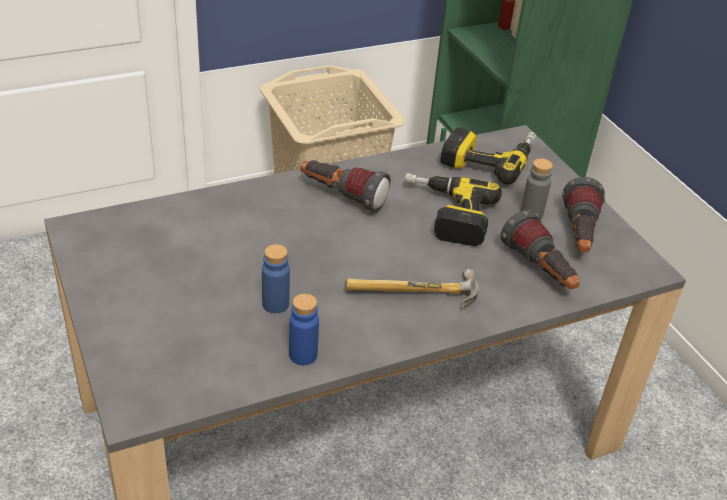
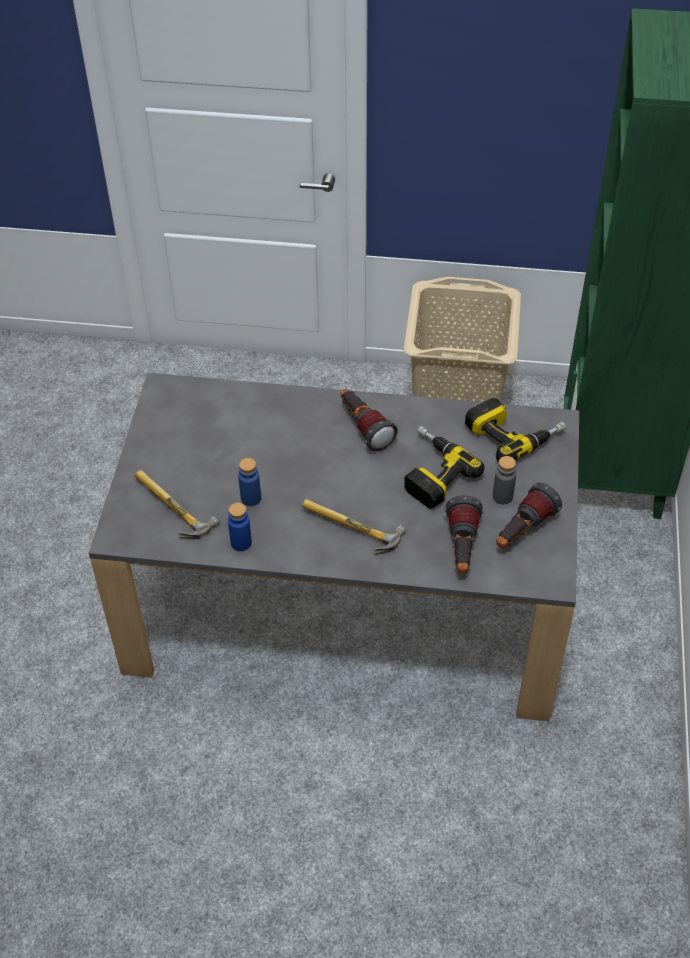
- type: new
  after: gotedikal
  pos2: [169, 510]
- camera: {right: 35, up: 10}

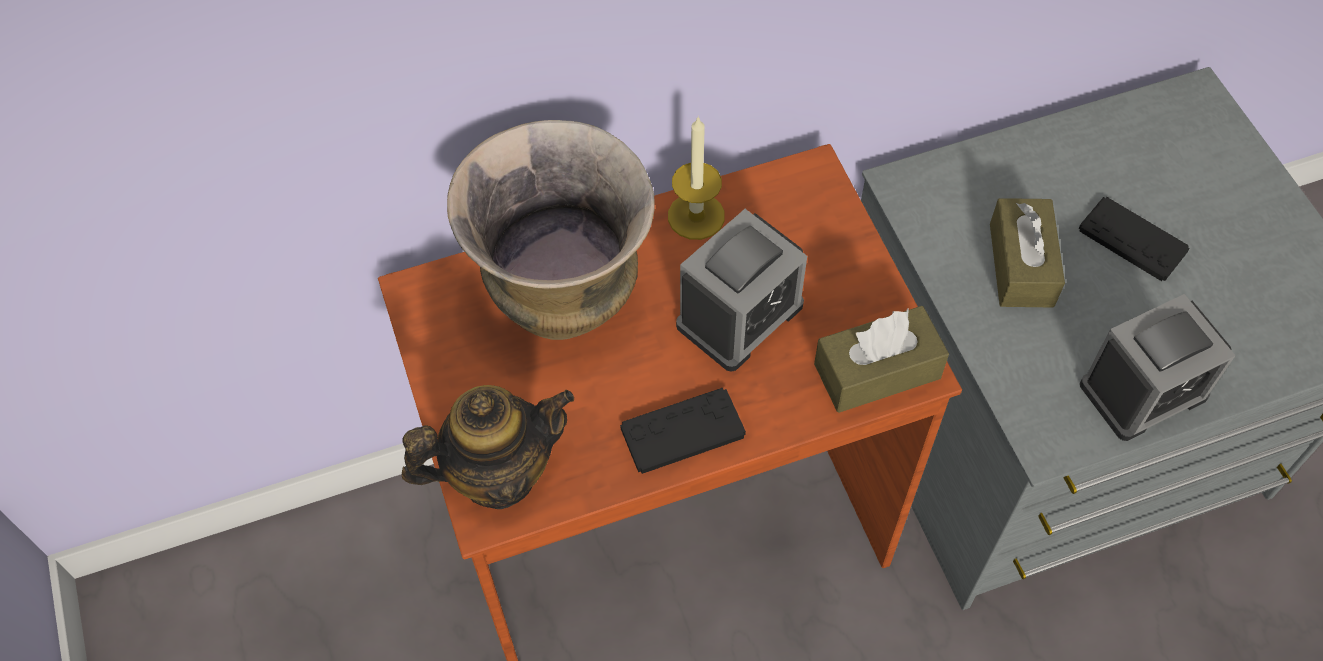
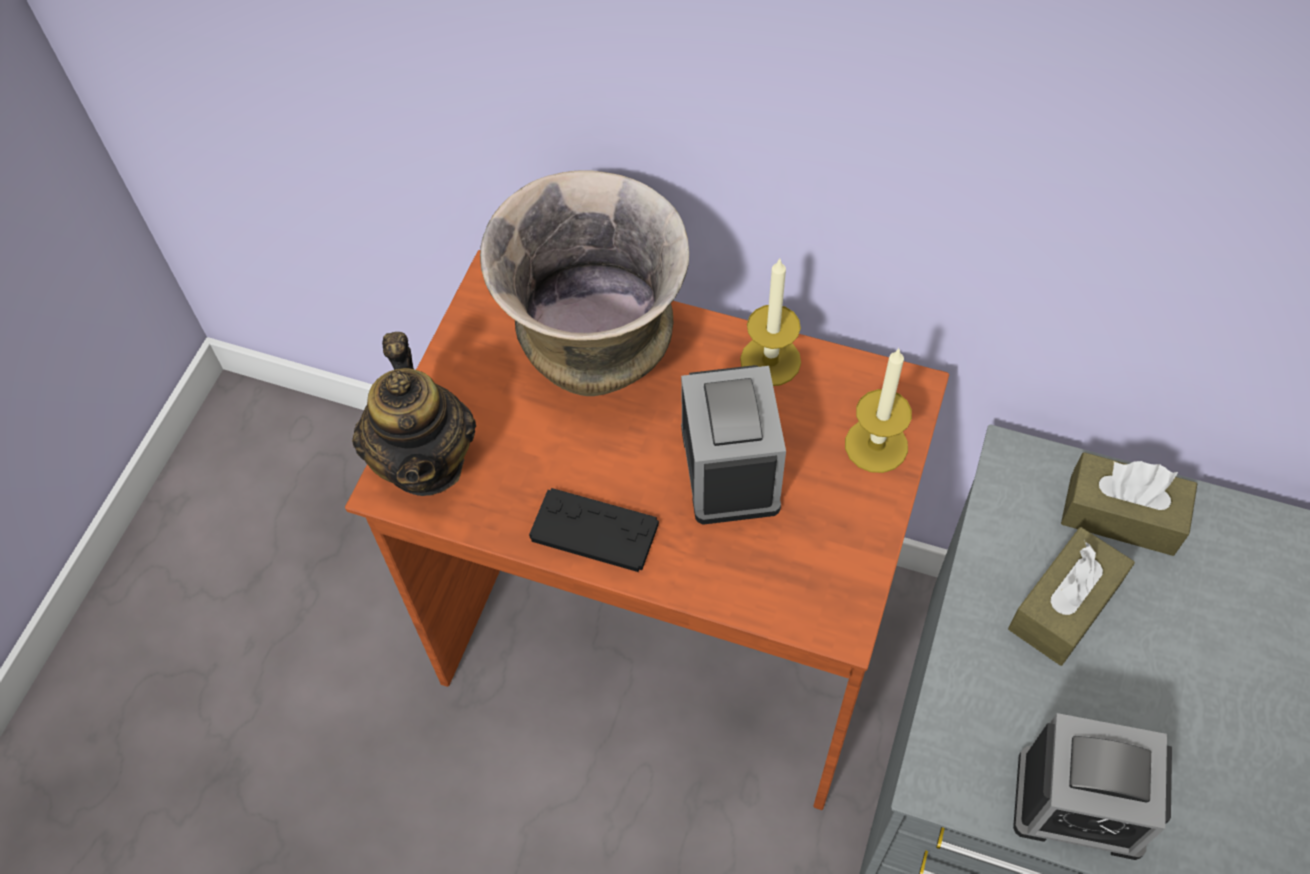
- type: gone
  before: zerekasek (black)
  pos1: [1132, 240]
- type: rotated
  before: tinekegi
  pos1: [739, 315]
  pos2: [730, 468]
  turn: -90
- type: shifted
  before: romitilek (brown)
  pos1: [877, 371]
  pos2: [1121, 515]
- type: rotated
  before: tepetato
  pos1: [497, 473]
  pos2: [426, 461]
  turn: 60
- type: new
  after: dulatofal
  pos2: [876, 445]
- camera: {right: 40, up: 0}

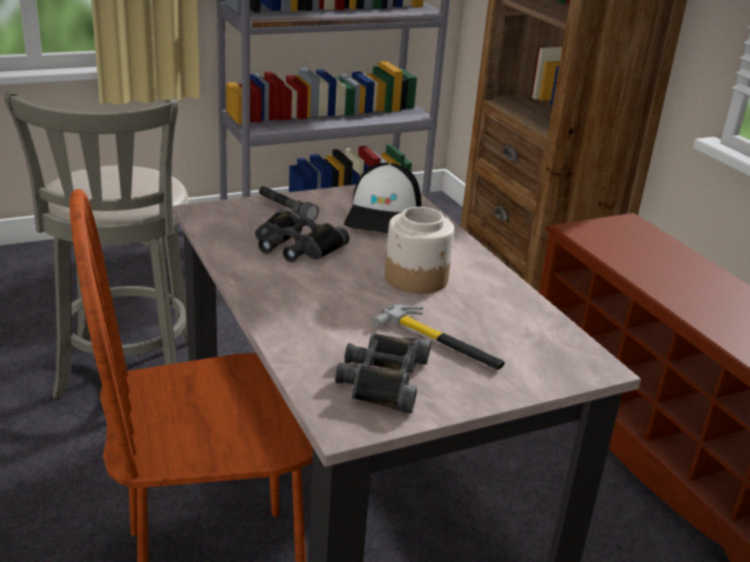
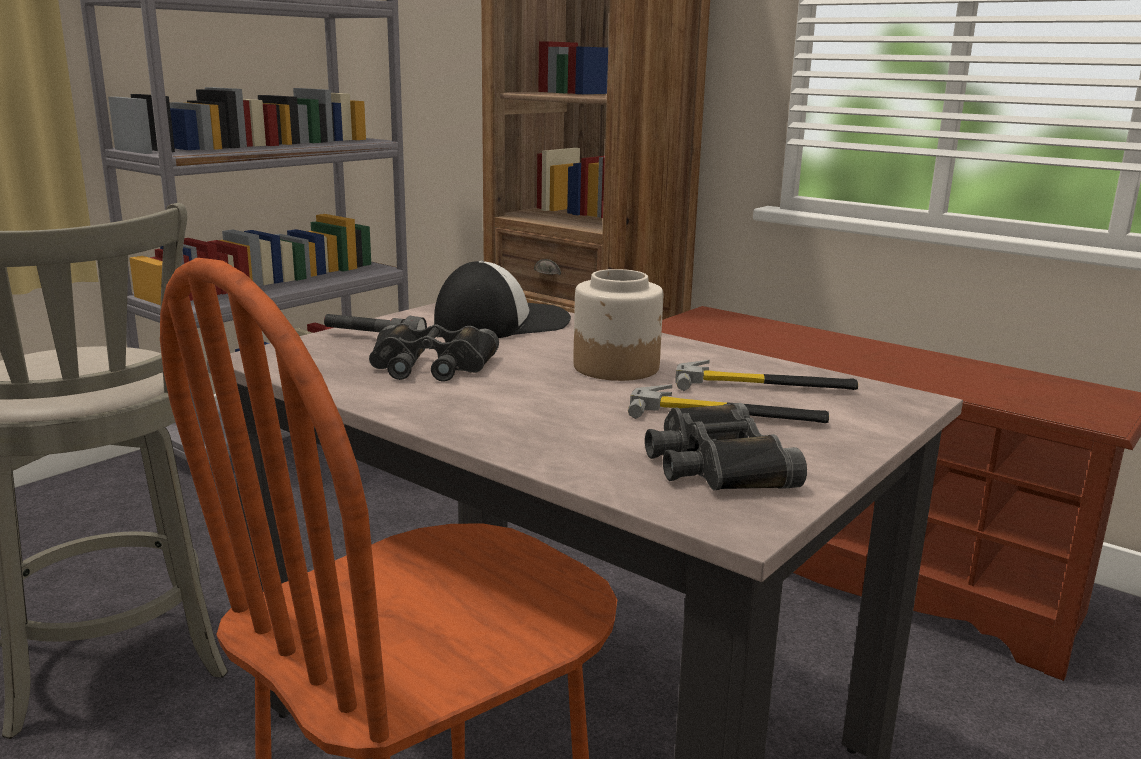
- type: rotated
  before: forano
  pos1: [384, 216]
  pos2: [501, 323]
  turn: -105
- type: new
  after: gotedikal
  pos2: [764, 385]
- camera: {right: -25, up: -10}

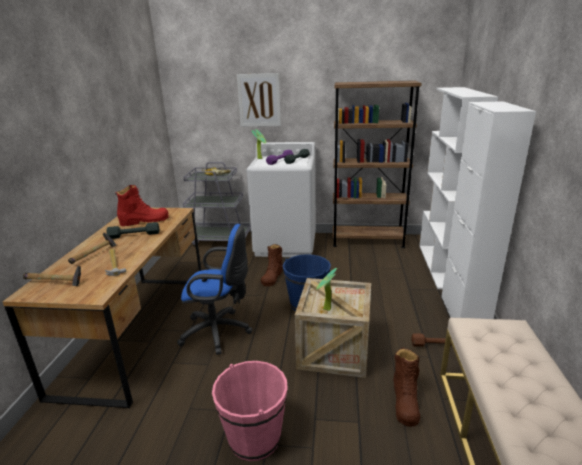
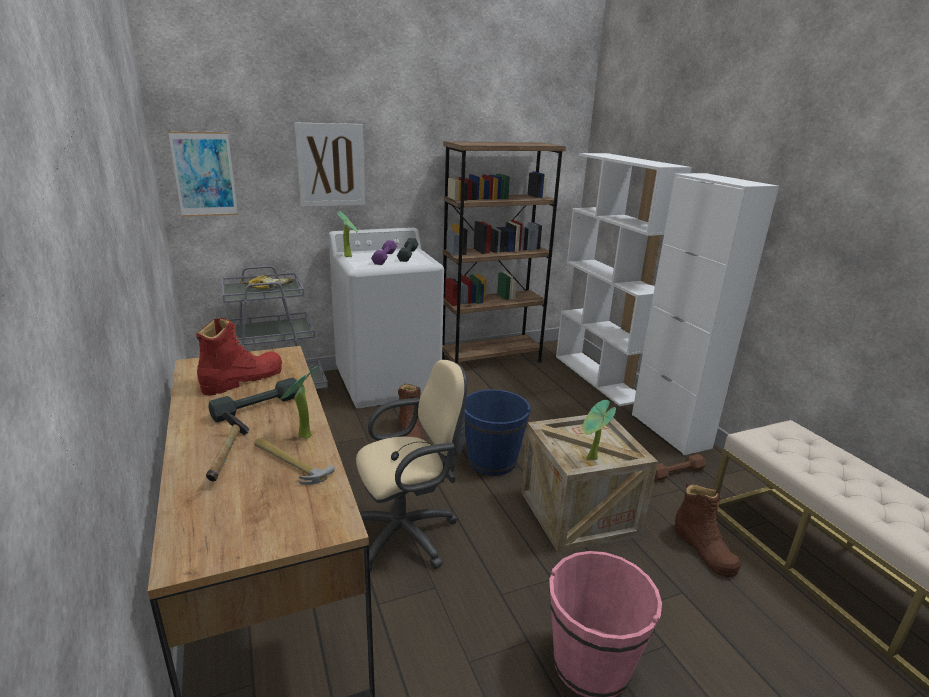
- type: repainted
  before: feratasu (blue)
  after: feratasu (beige)
  pos1: [219, 332]
  pos2: [408, 534]
- type: gone
  before: gotedikal
  pos1: [55, 283]
- type: new
  after: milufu
  pos2: [204, 174]
- type: new
  after: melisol
  pos2: [302, 437]
- camera: {right: -30, up: 0}

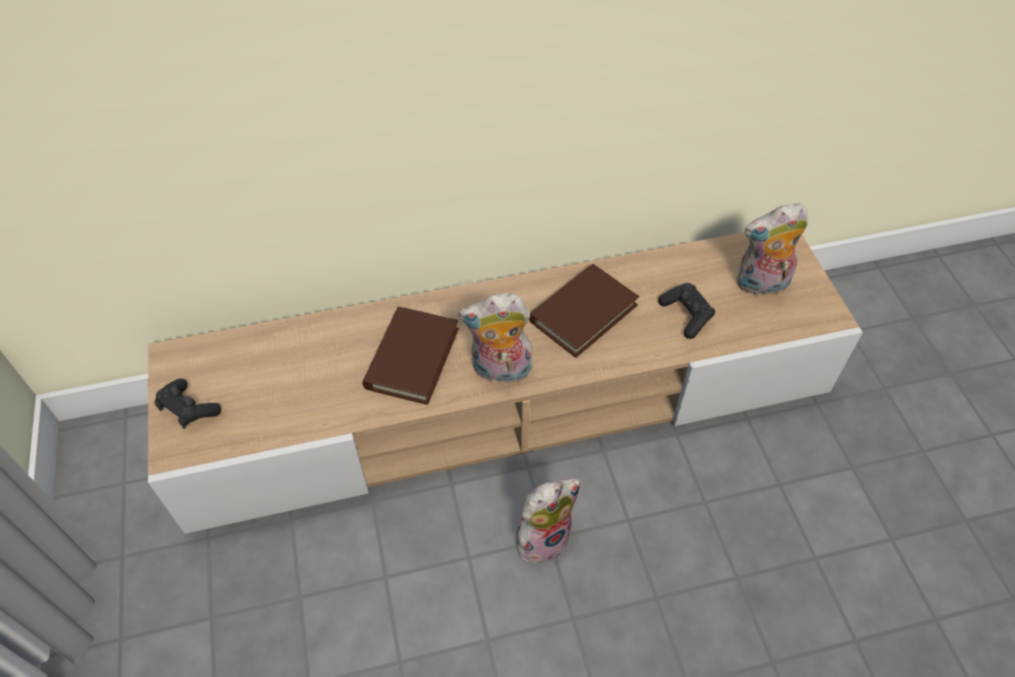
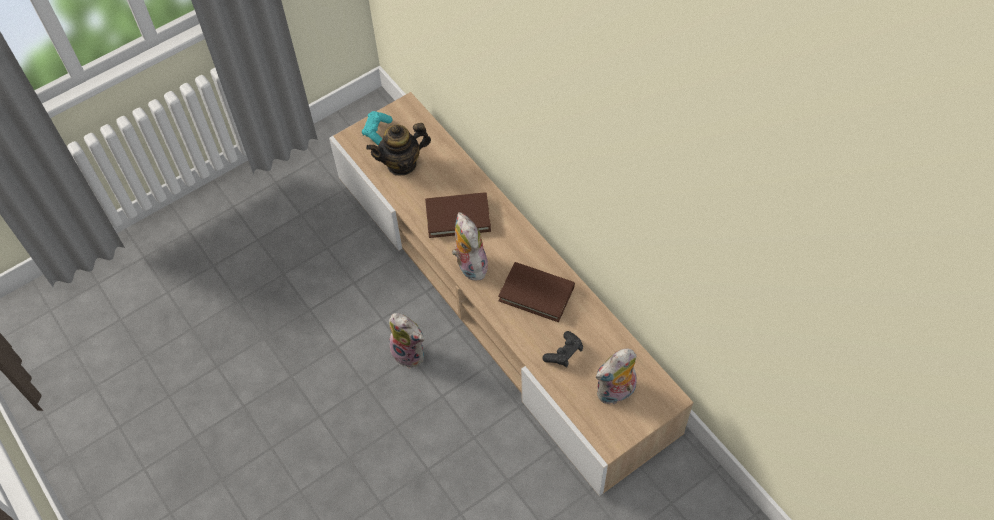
- type: rotated
  before: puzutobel
  pos1: [761, 285]
  pos2: [616, 393]
  turn: -90
- type: repainted
  before: zerekasek (black)
  after: zerekasek (turquoise)
  pos1: [188, 410]
  pos2: [377, 131]
- type: new
  after: tepetato
  pos2: [402, 163]
- camera: {right: 70, up: 5}

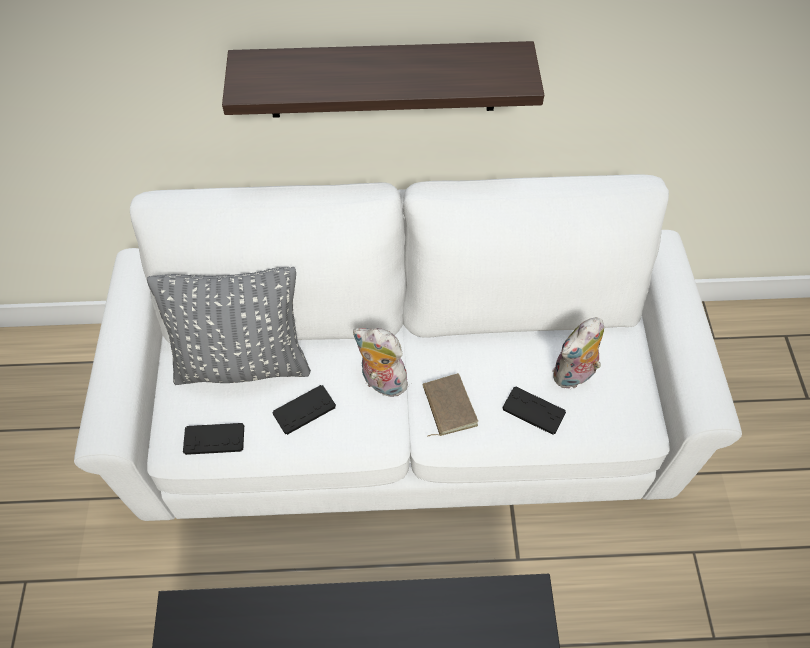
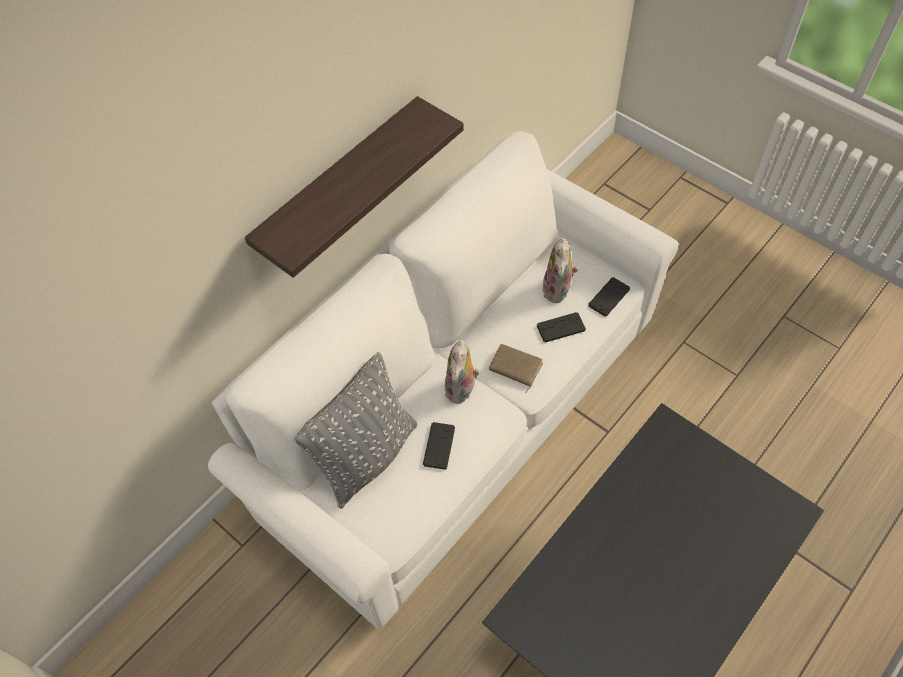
- type: rotated
  before: puzutobel
  pos1: [381, 382]
  pos2: [462, 390]
  turn: -60
- type: shifted
  before: zerekasek (black)
  pos1: [214, 439]
  pos2: [609, 297]
- camera: {right: -45, up: 0}

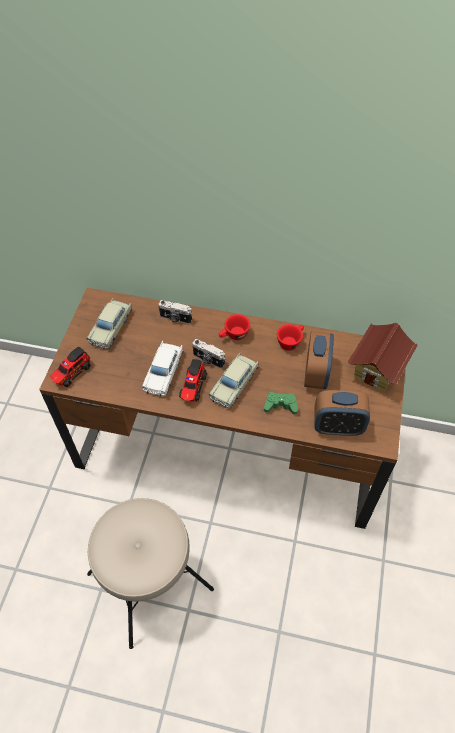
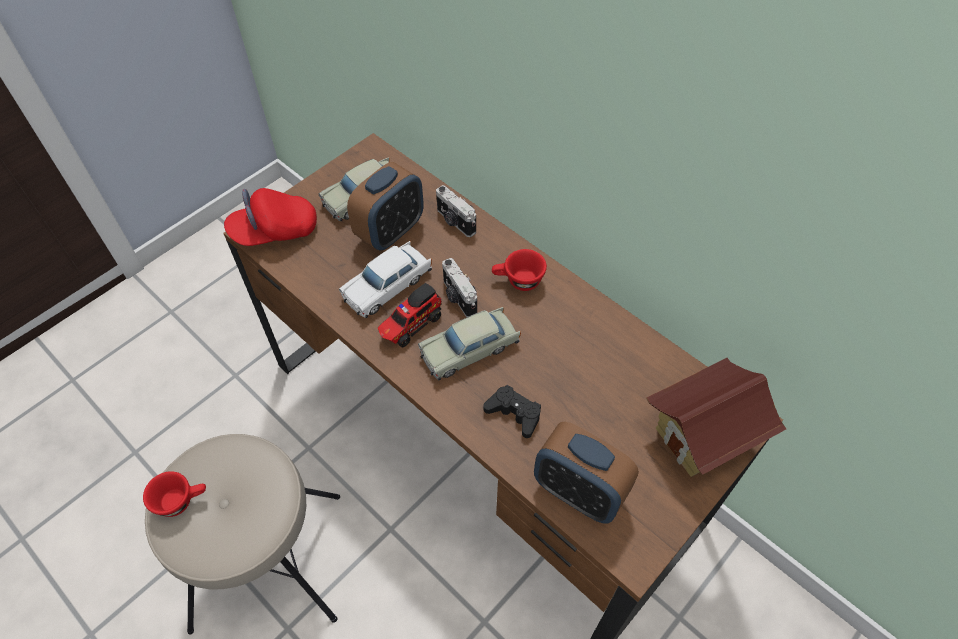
- type: shifted
  before: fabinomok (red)
  pos1: [290, 341]
  pos2: [181, 500]
- type: shifted
  before: tinekegi
  pos1: [316, 374]
  pos2: [390, 231]
- type: swapped
  before: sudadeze
  after: forano (red)
  pos1: [71, 373]
  pos2: [275, 231]
- type: repainted
  before: zerekasek (green)
  after: zerekasek (black)
  pos1: [280, 405]
  pos2: [514, 413]
- camera: {right: 30, up: 0}

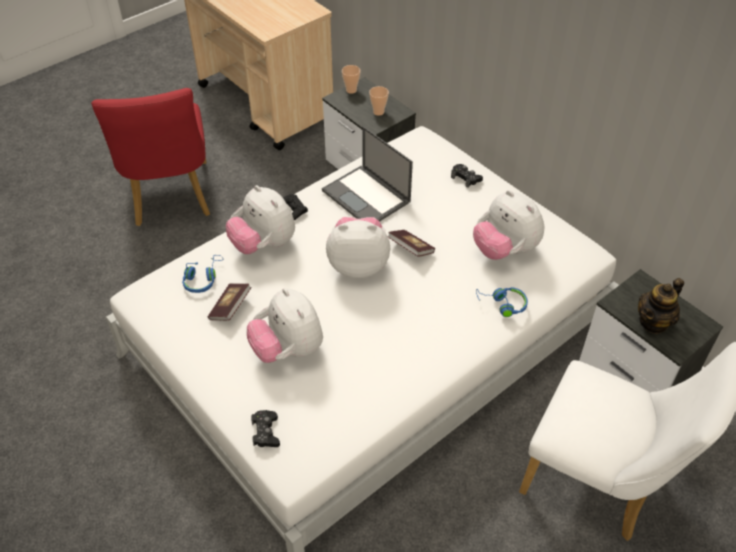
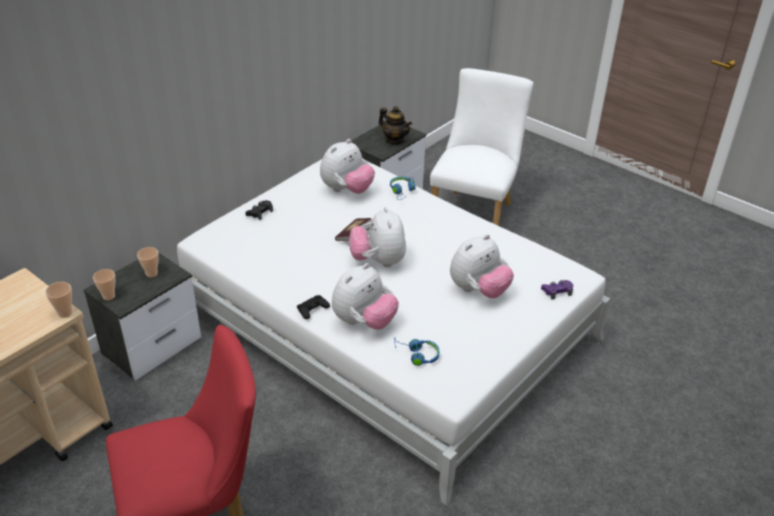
- type: gone
  before: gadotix
  pos1: [367, 196]
- type: gone
  before: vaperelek
  pos1: [230, 308]
- type: repainted
  before: zerekasek (black)
  after: zerekasek (purple)
  pos1: [265, 432]
  pos2: [557, 291]
- type: new
  after: fabinomok
  pos2: [65, 313]
- camera: {right: -100, up: -10}

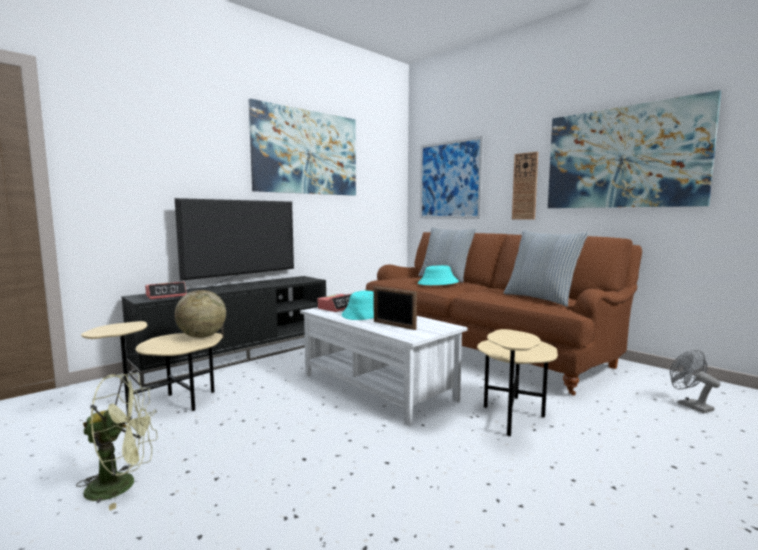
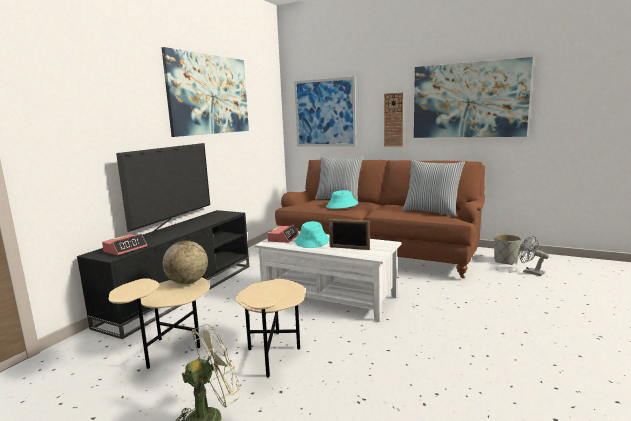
- type: shifted
  before: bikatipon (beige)
  pos1: [513, 417]
  pos2: [273, 355]
- type: new
  after: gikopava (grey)
  pos2: [505, 261]
- camera: {right: -20, up: 5}

